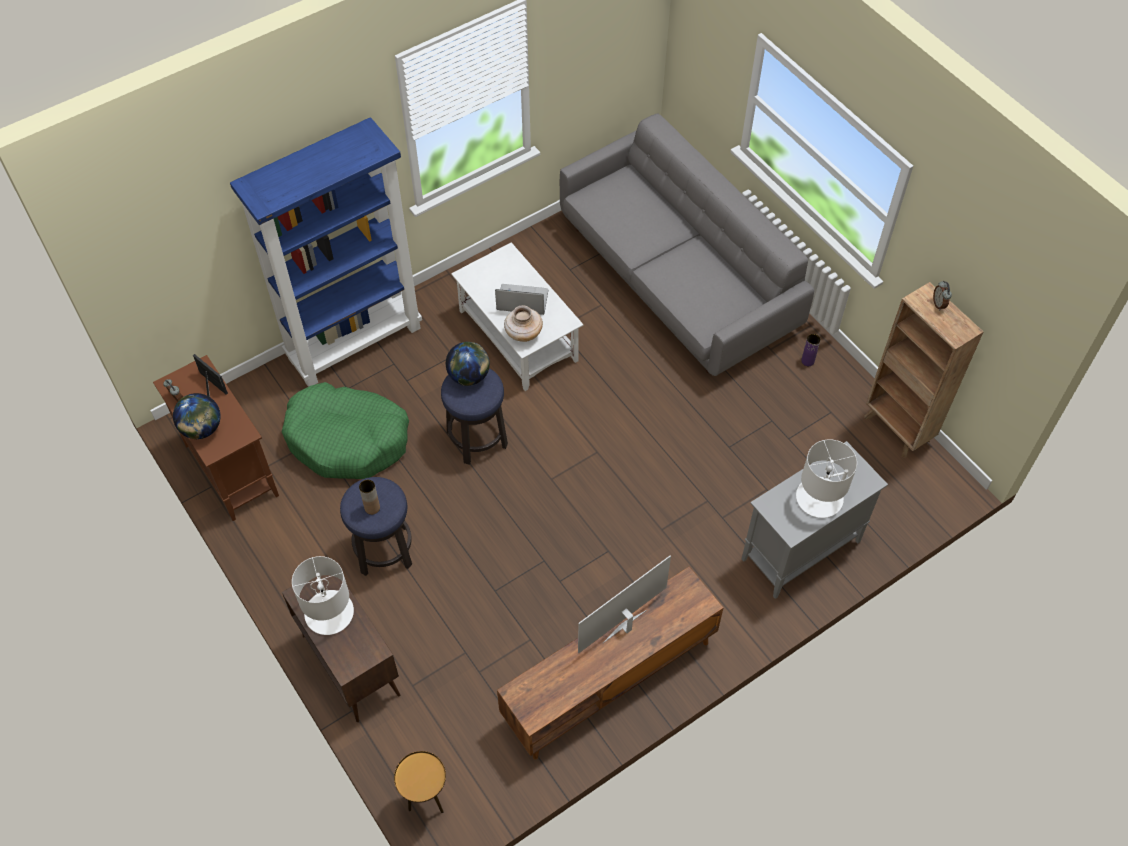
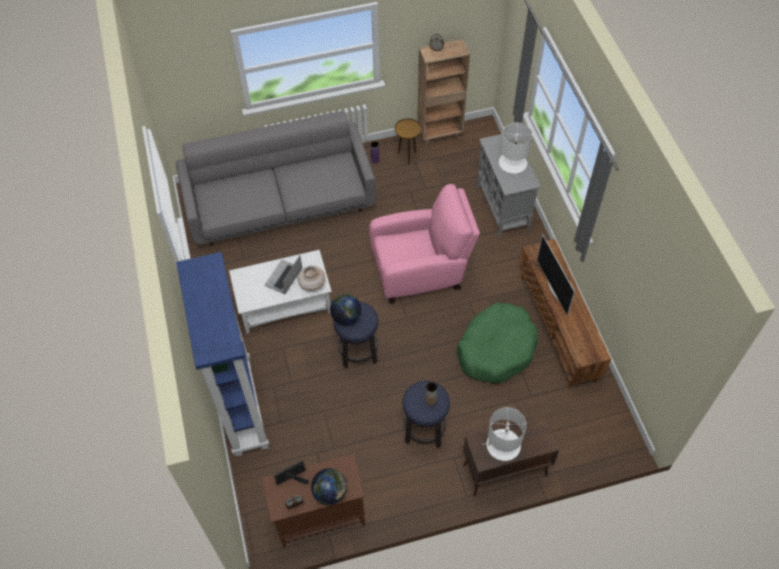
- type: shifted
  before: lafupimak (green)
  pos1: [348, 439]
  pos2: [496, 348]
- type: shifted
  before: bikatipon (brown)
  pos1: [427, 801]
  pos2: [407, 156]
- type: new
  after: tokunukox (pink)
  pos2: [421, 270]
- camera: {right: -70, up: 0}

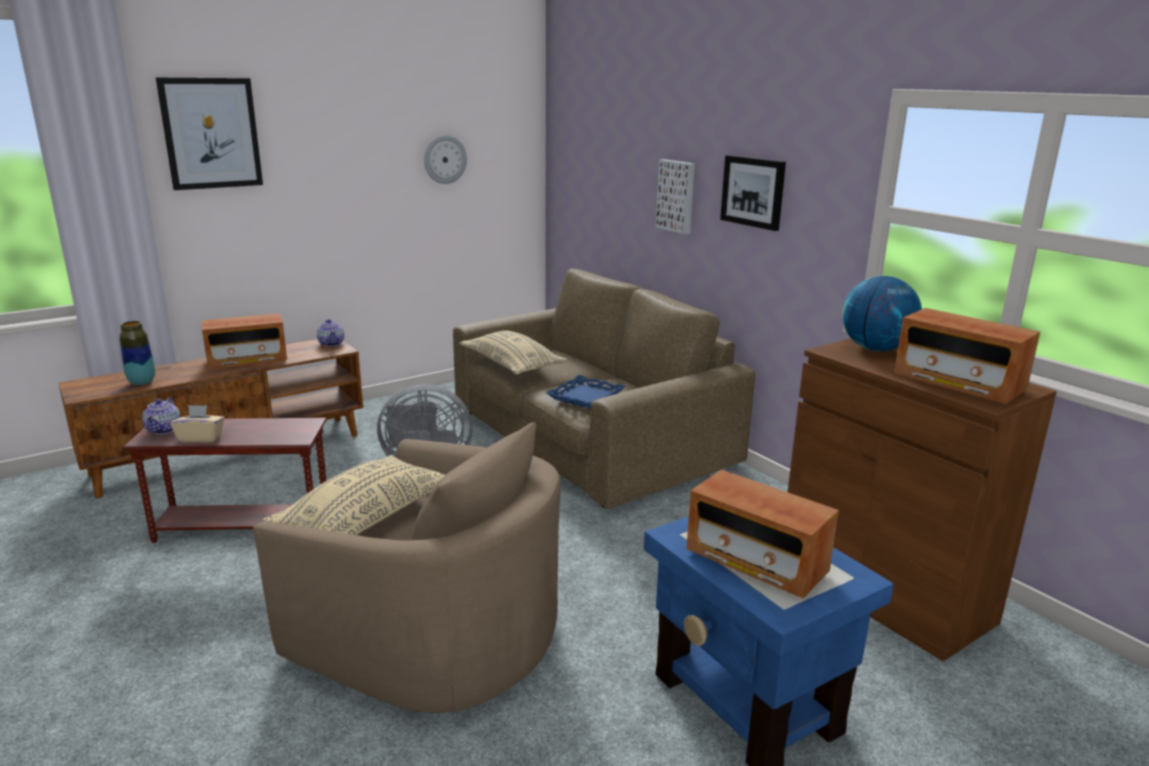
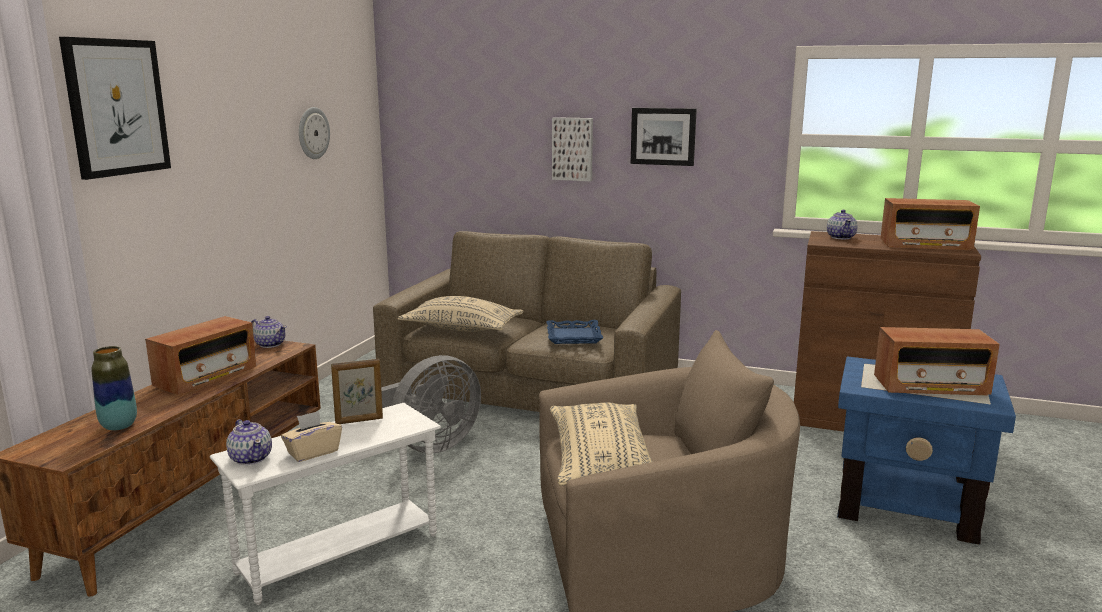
- type: swapped
  before: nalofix
  after: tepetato
  pos1: [876, 349]
  pos2: [841, 237]
- type: repainted
  before: bikatipon (brown)
  after: bikatipon (white)
  pos1: [243, 527]
  pos2: [338, 554]
- type: new
  after: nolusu
  pos2: [359, 421]
- camera: {right: -35, up: -5}

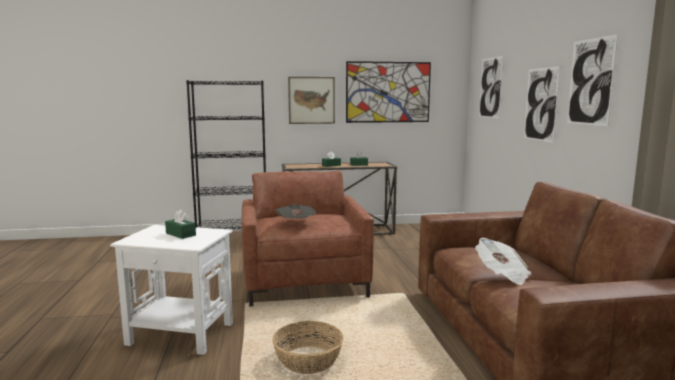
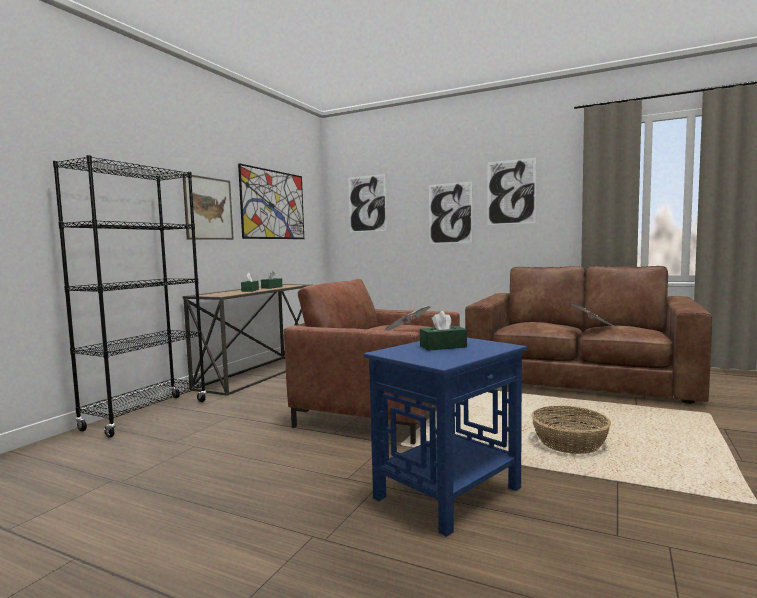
- type: repainted
  before: bikatipon (white)
  after: bikatipon (blue)
  pos1: [182, 334]
  pos2: [449, 492]
- camera: {right: -55, up: -5}

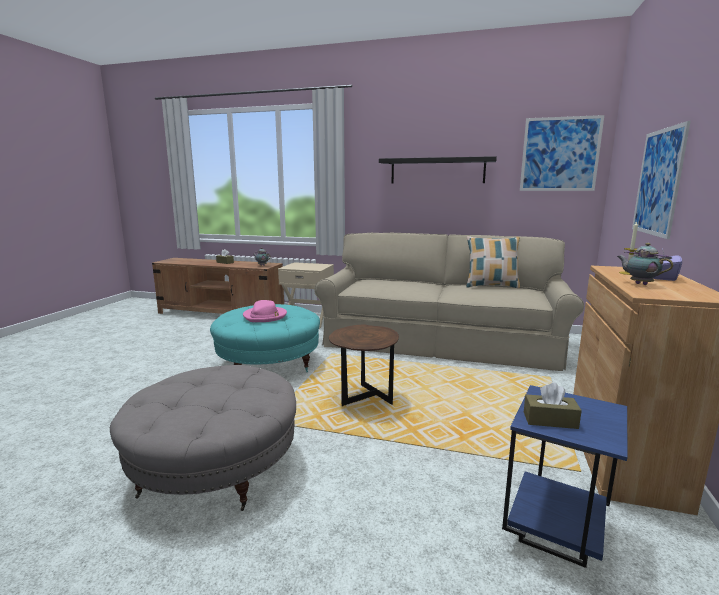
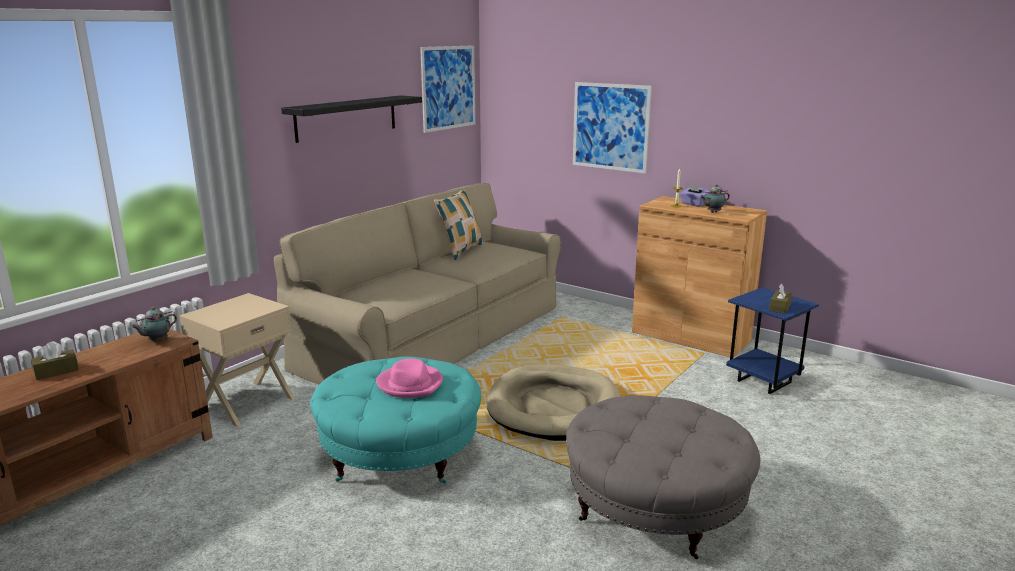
- type: swapped
  before: bikatipon (brown)
  after: lafupimak (beige)
  pos1: [364, 400]
  pos2: [554, 407]
- camera: {right: -70, up: 5}

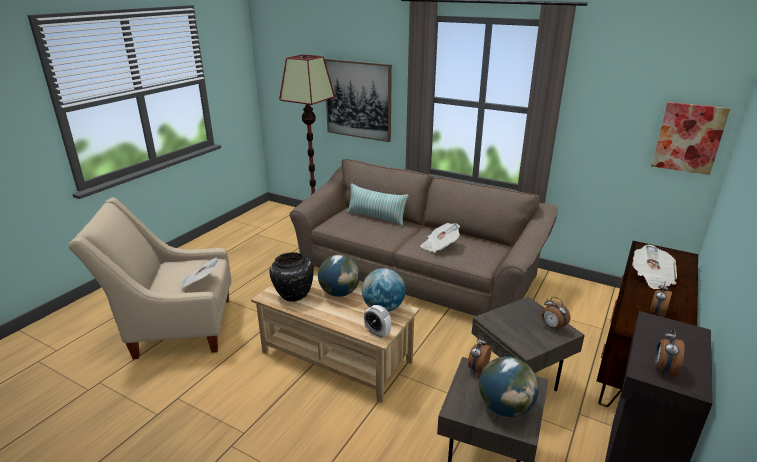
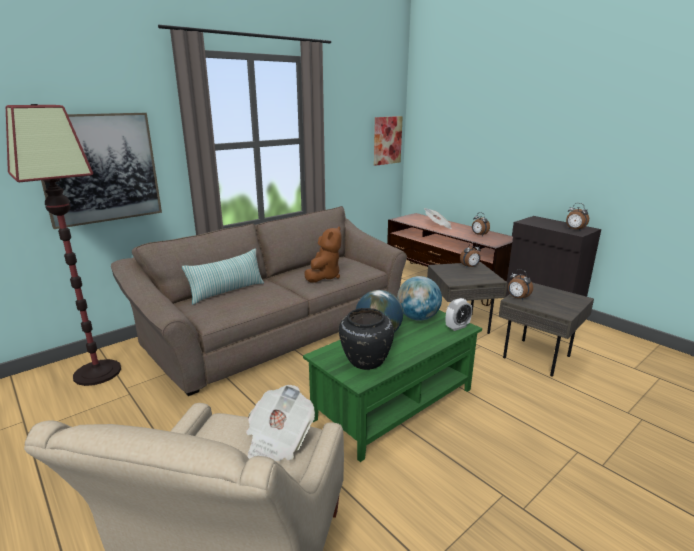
- type: swapped
  before: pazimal
  after: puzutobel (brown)
  pos1: [439, 246]
  pos2: [324, 276]
- type: repainted
  before: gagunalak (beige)
  after: gagunalak (green)
  pos1: [337, 357]
  pos2: [394, 404]
- type: gone
  before: nalofix
  pos1: [504, 407]
- camera: {right: -70, up: -5}

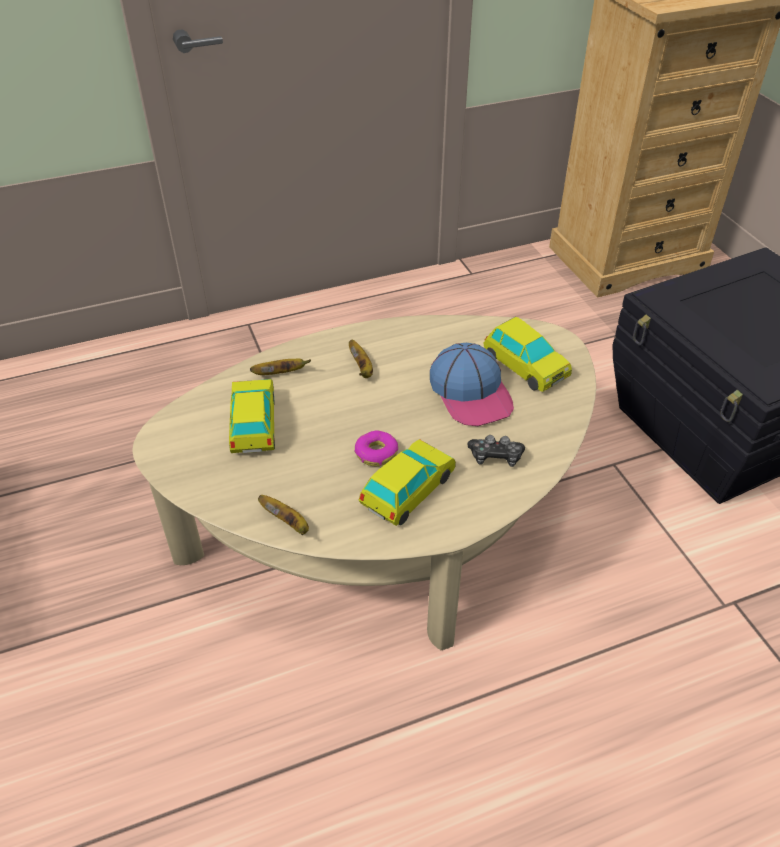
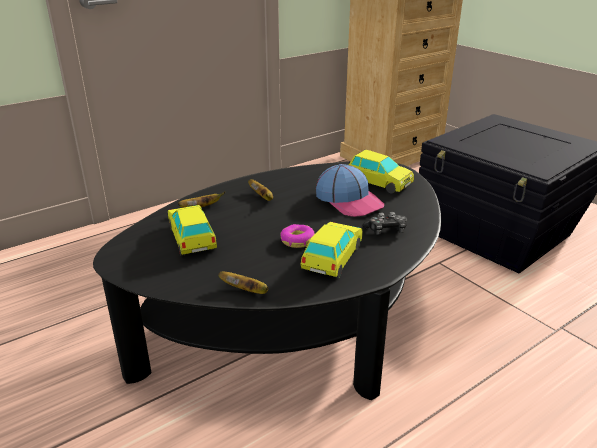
- type: repainted
  before: gagunalak (beige)
  after: gagunalak (black)
  pos1: [386, 525]
  pos2: [294, 325]
- camera: {right: -15, up: -15}

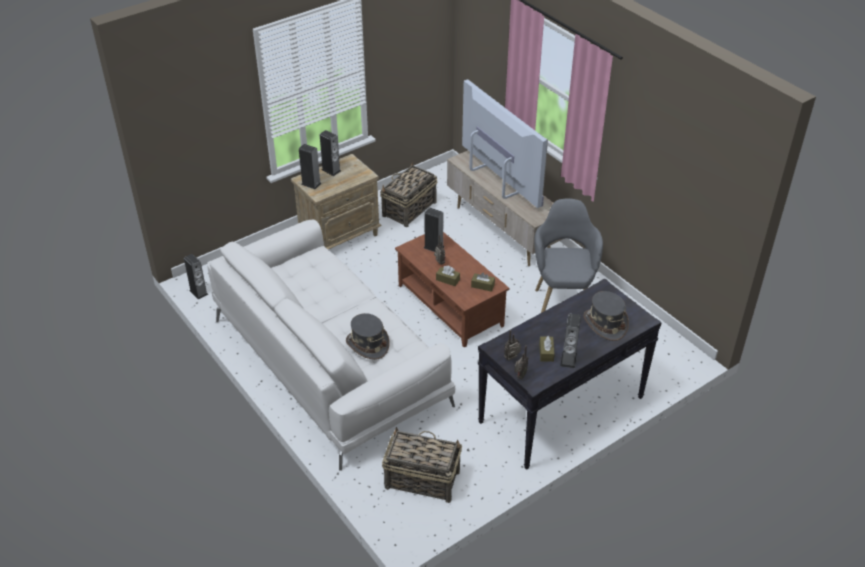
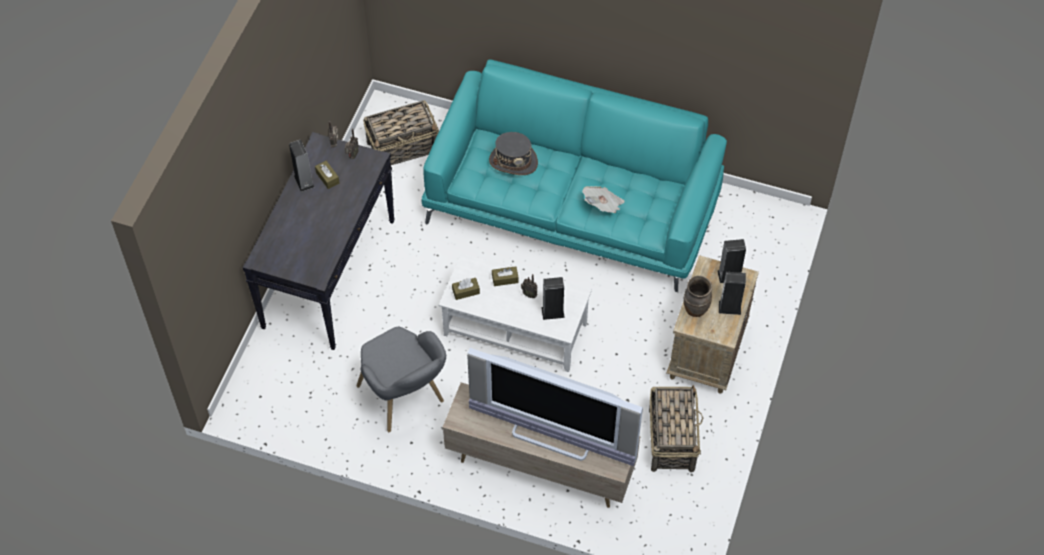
- type: repainted
  before: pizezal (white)
  after: pizezal (turquoise)
  pos1: [328, 361]
  pos2: [573, 204]
- type: repainted
  before: gagunalak (brown)
  after: gagunalak (white)
  pos1: [449, 305]
  pos2: [516, 328]
- type: gone
  before: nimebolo
  pos1: [198, 292]
- type: gone
  before: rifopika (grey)
  pos1: [605, 324]
- type: new
  after: pazimal
  pos2: [603, 205]
- type: new
  after: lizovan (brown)
  pos2: [695, 308]
- camera: {right: 145, up: 15}

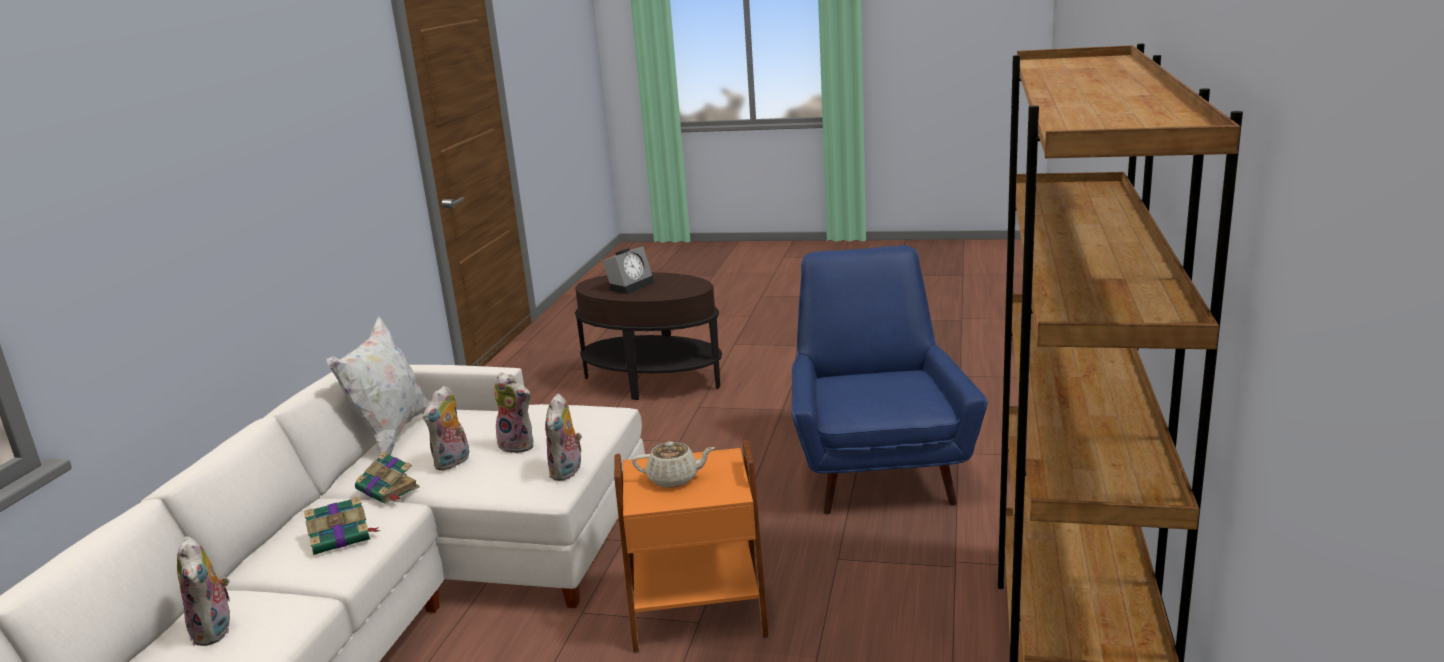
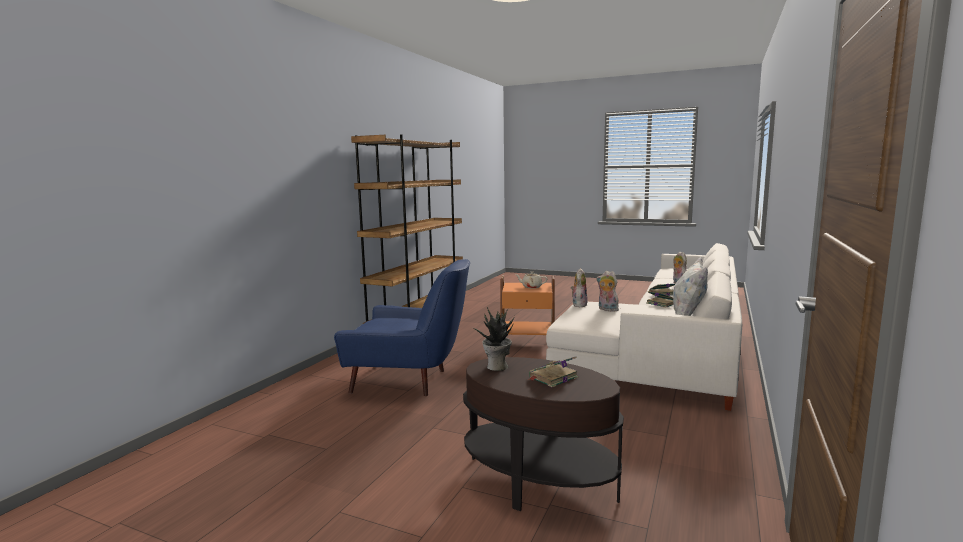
- type: swapped
  before: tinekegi
  after: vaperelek
  pos1: [631, 285]
  pos2: [552, 378]
- type: rotated
  before: tokunukox (blue)
  pos1: [876, 468]
  pos2: [409, 381]
  turn: -90
- type: gone
  before: puzutobel
  pos1: [453, 462]
- type: new
  after: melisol
  pos2: [497, 367]
- camera: {right: -170, up: -10}

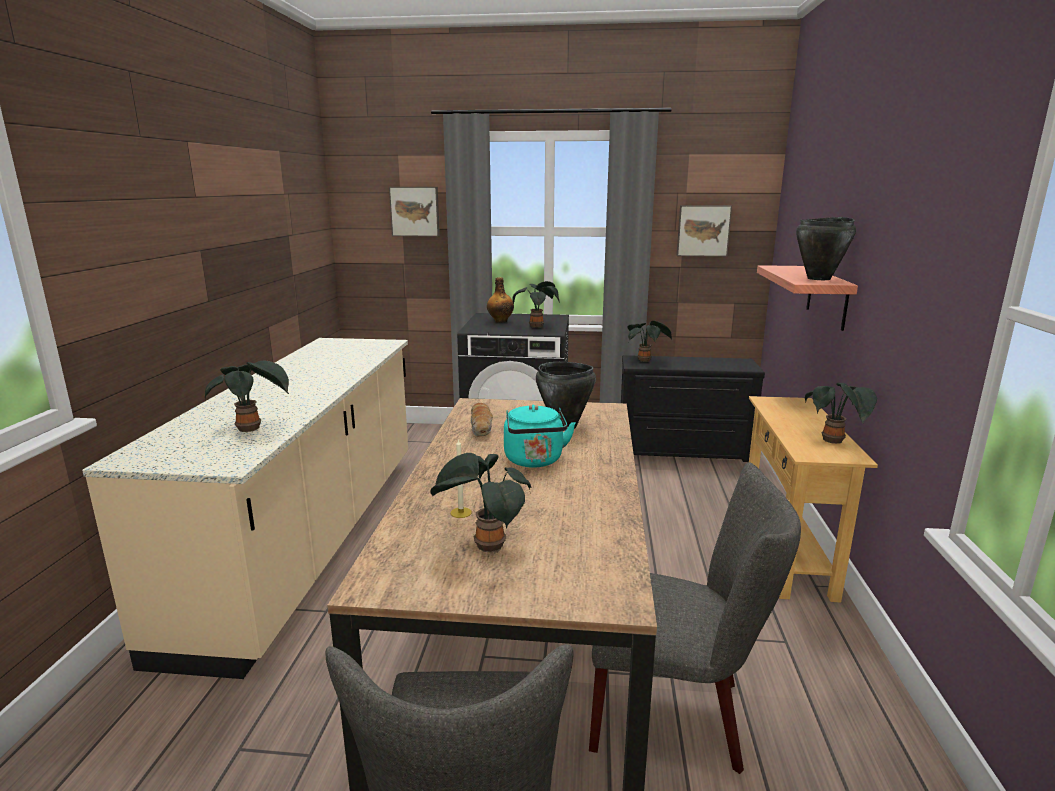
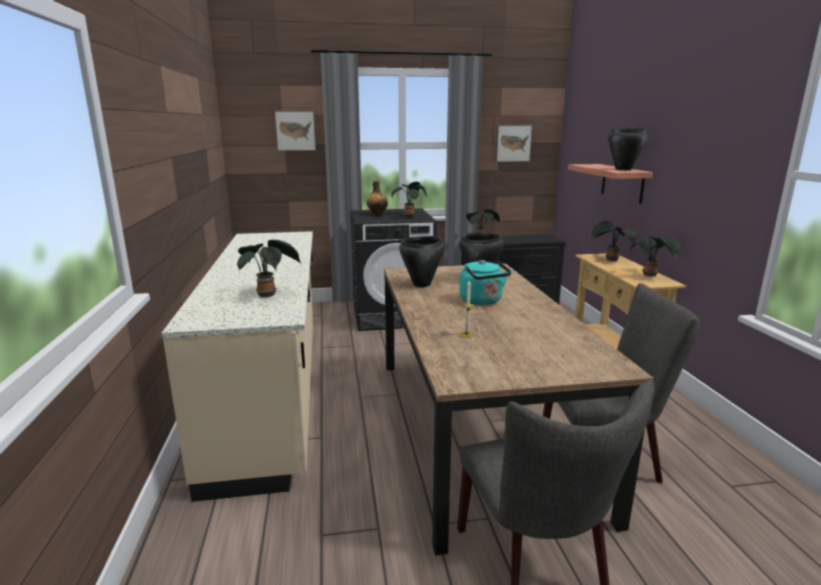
- type: swapped
  before: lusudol
  after: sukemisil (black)
  pos1: [482, 427]
  pos2: [422, 284]
- type: shifted
  before: melisol
  pos1: [486, 546]
  pos2: [610, 260]
- camera: {right: -15, up: 0}

